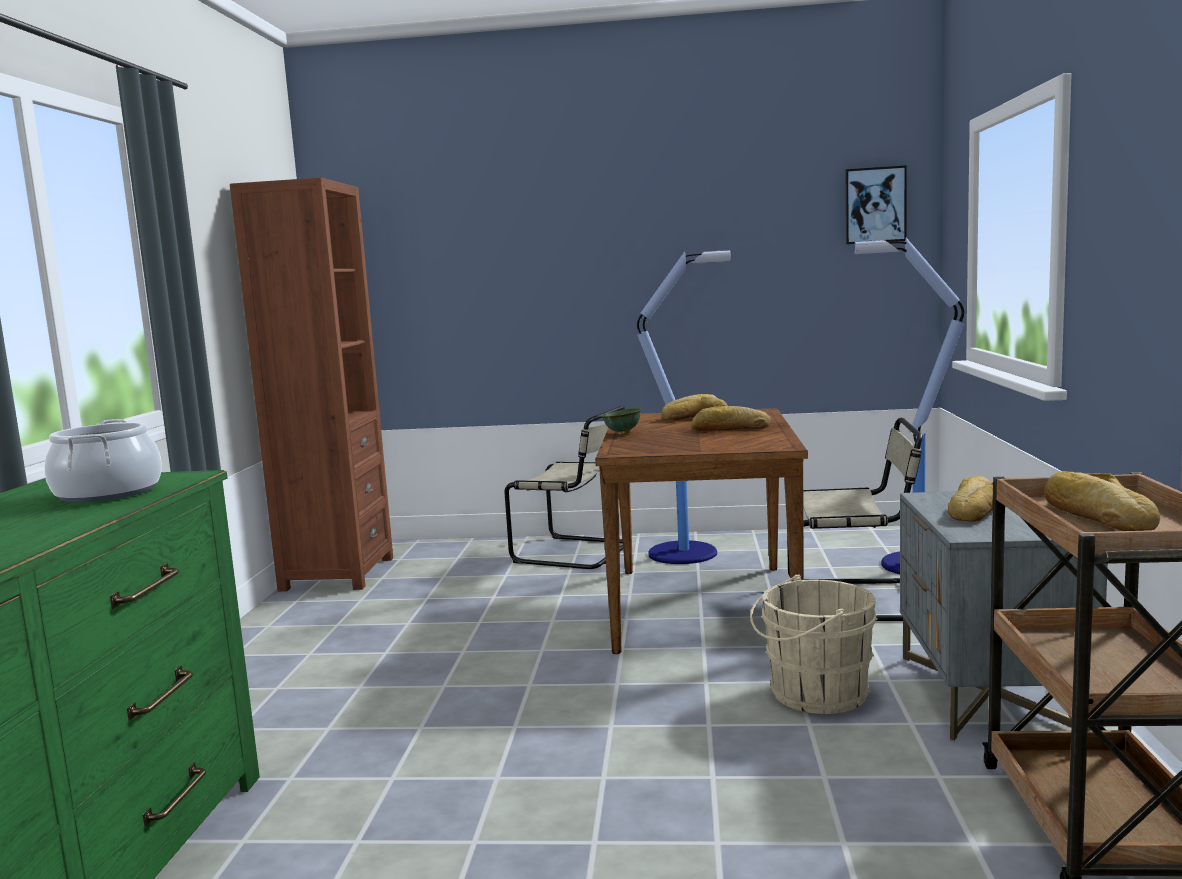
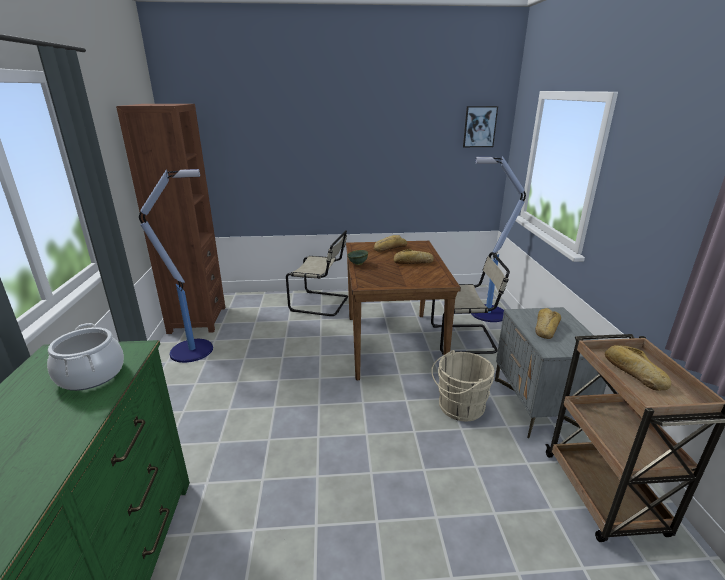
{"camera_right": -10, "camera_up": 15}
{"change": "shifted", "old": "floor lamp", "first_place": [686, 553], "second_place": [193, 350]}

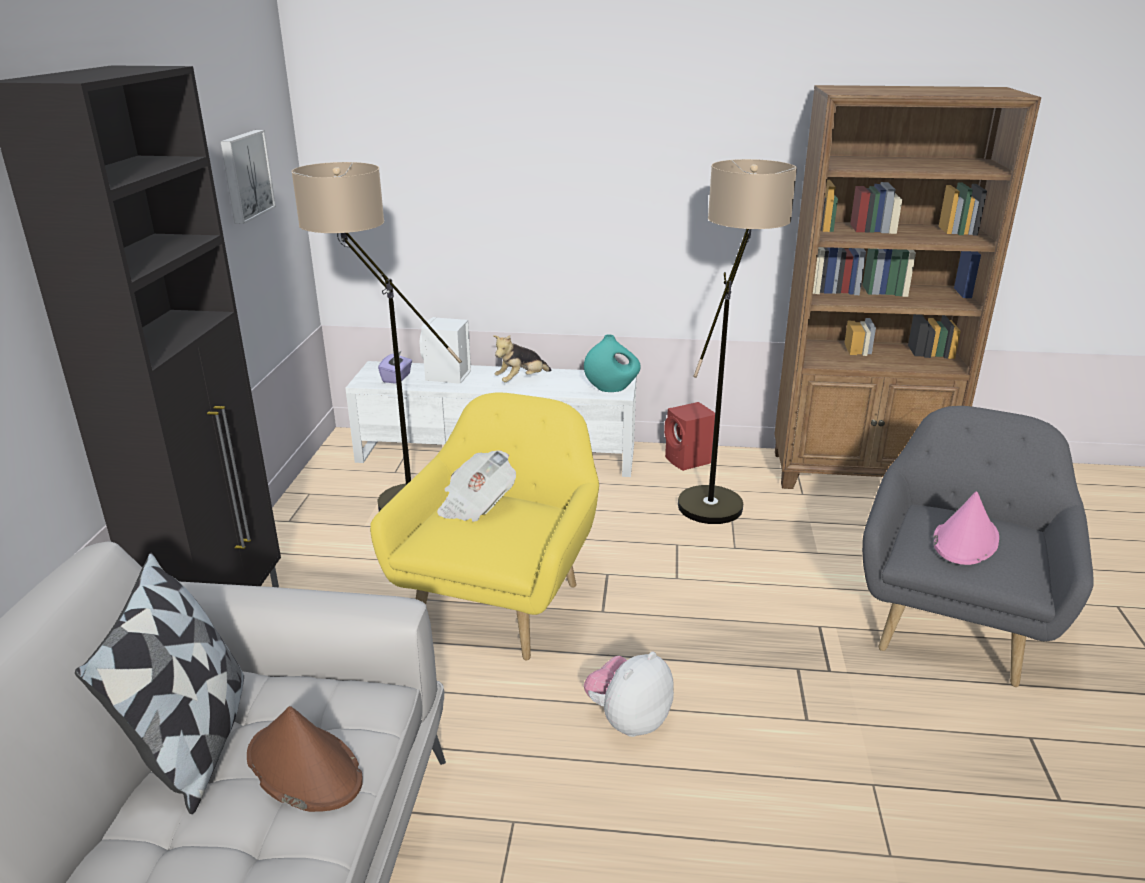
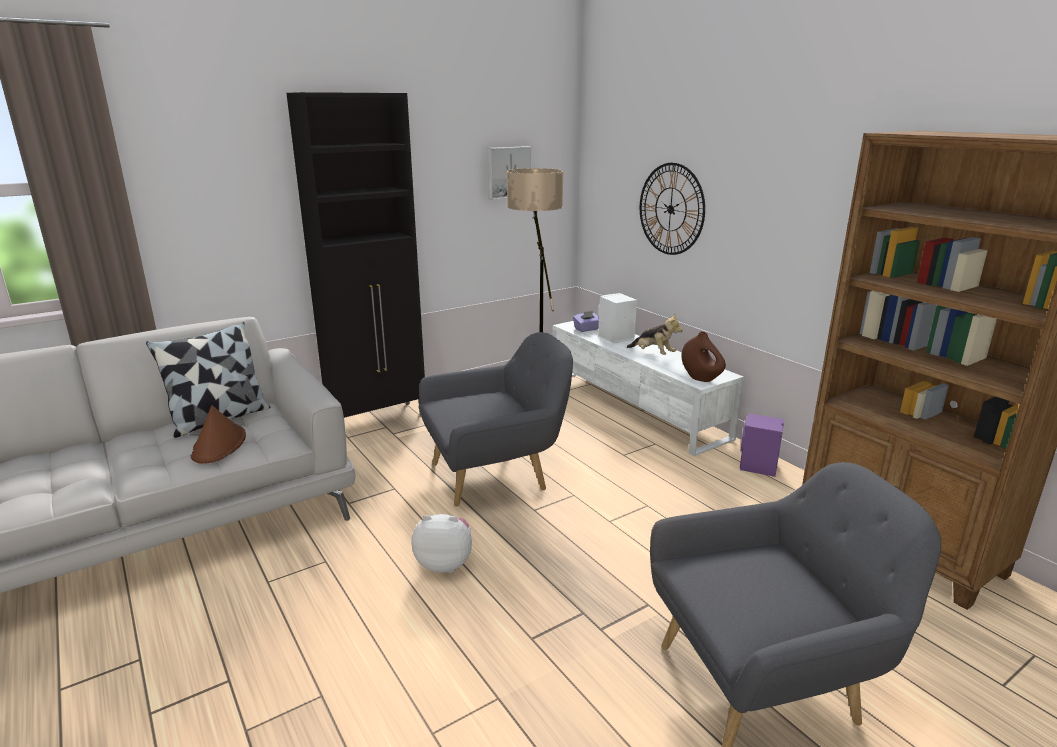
{"camera_right": 50, "camera_up": -5}
{"change": "repainted", "old": "yellow armchair", "new": "grey armchair", "first_place": [500, 601], "second_place": [495, 474]}
{"change": "gone", "old": "newspaper", "first_place": [476, 505]}
{"change": "rotated", "old": "plush toy", "first_place": [521, 380], "second_place": [653, 354], "degrees": -150}
{"change": "repainted", "old": "turquoise vase", "new": "brown vase", "first_place": [611, 389], "second_place": [701, 378]}
{"change": "repainted", "old": "red speaker", "new": "purple speaker", "first_place": [689, 461], "second_place": [758, 467]}
{"change": "gone", "old": "floor lamp", "first_place": [718, 495]}
{"change": "gone", "old": "pink hat", "first_place": [965, 540]}
{"change": "new", "new": "wall clock", "second_place": [671, 209]}

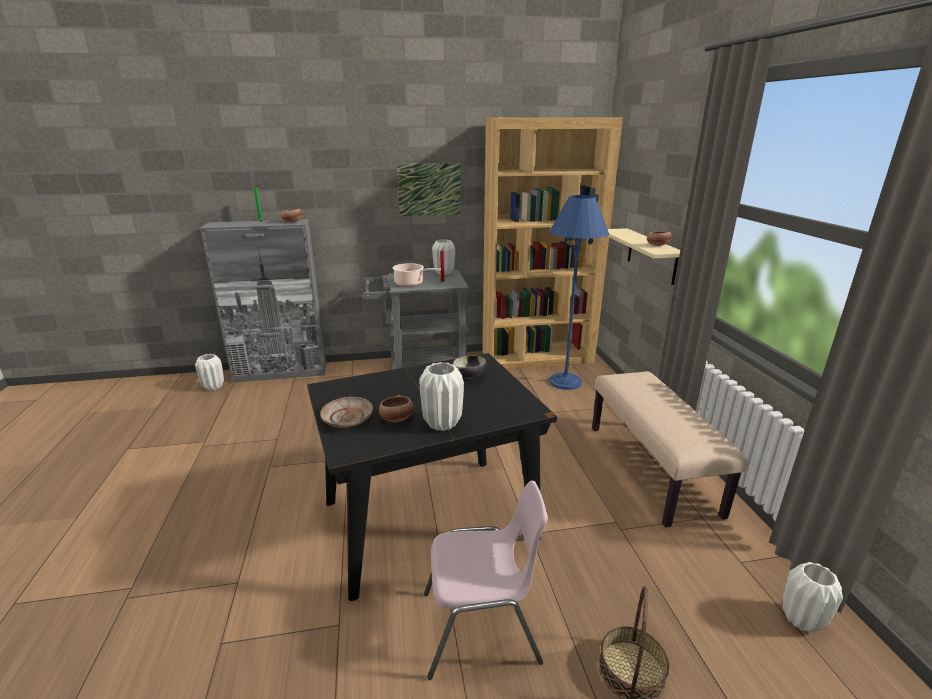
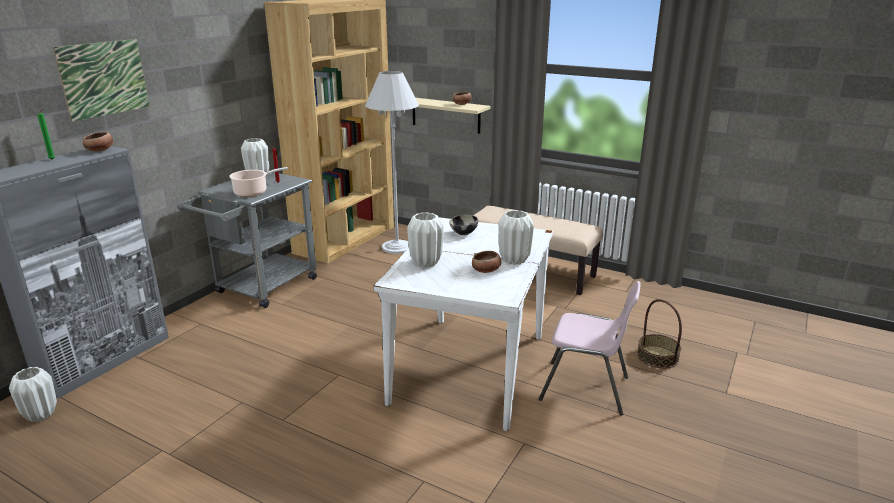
{"camera_right": -50, "camera_up": 0}
{"change": "repainted", "old": "black dining table", "new": "white dining table", "first_place": [430, 519], "second_place": [469, 367]}
{"change": "gone", "old": "beige plate", "first_place": [348, 418]}
{"change": "shifted", "old": "picture", "first_place": [429, 189], "second_place": [104, 78]}
{"change": "rotated", "old": "pink chair", "first_place": [482, 628], "second_place": [586, 388], "degrees": 75}
{"change": "repainted", "old": "blue floor lamp", "new": "white floor lamp", "first_place": [565, 381], "second_place": [397, 247]}
{"change": "shifted", "old": "white vase", "first_place": [801, 620], "second_place": [425, 263]}

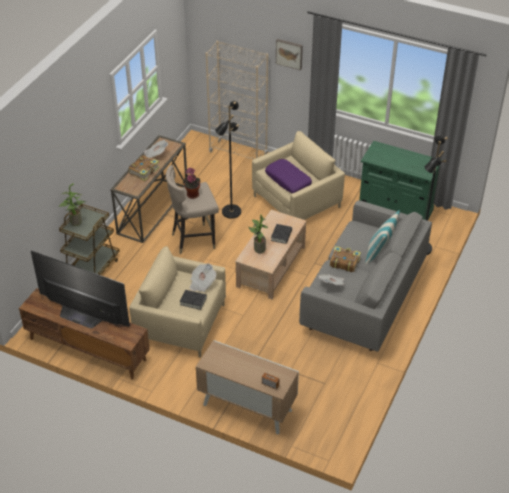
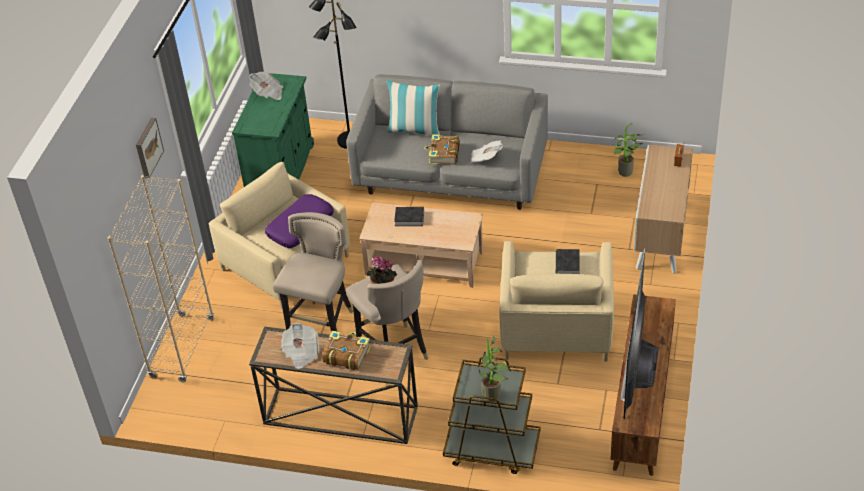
{"camera_right": -100, "camera_up": 0}
{"change": "shifted", "old": "newspaper", "first_place": [202, 283], "second_place": [268, 93]}
{"change": "swapped", "old": "black floor lamp", "new": "beige stool", "first_place": [231, 211], "second_place": [322, 326]}
{"change": "shifted", "old": "potted plant", "first_place": [258, 249], "second_place": [625, 173]}

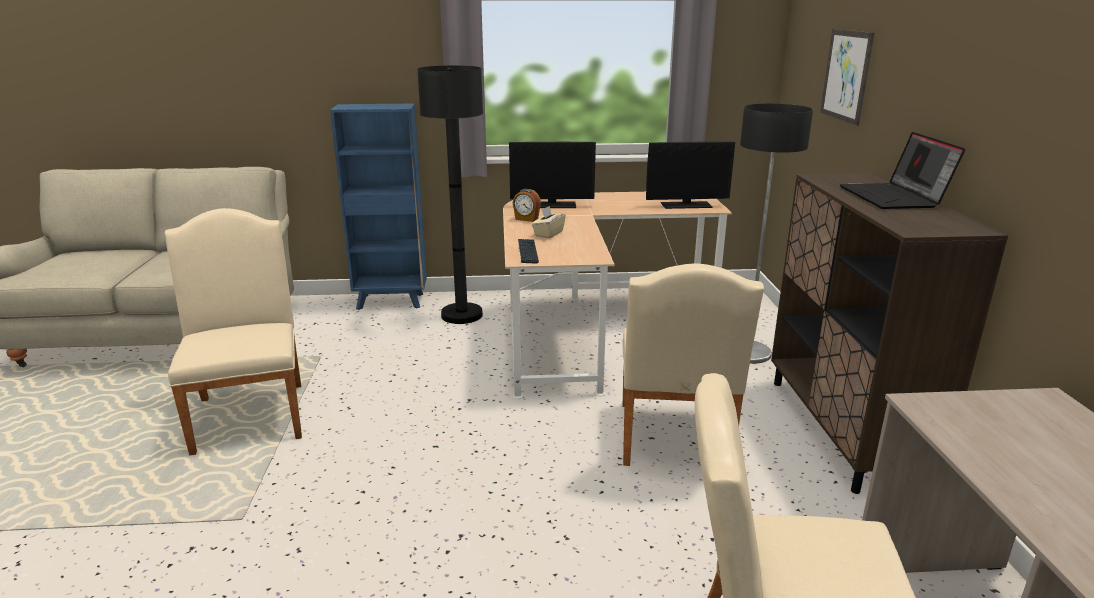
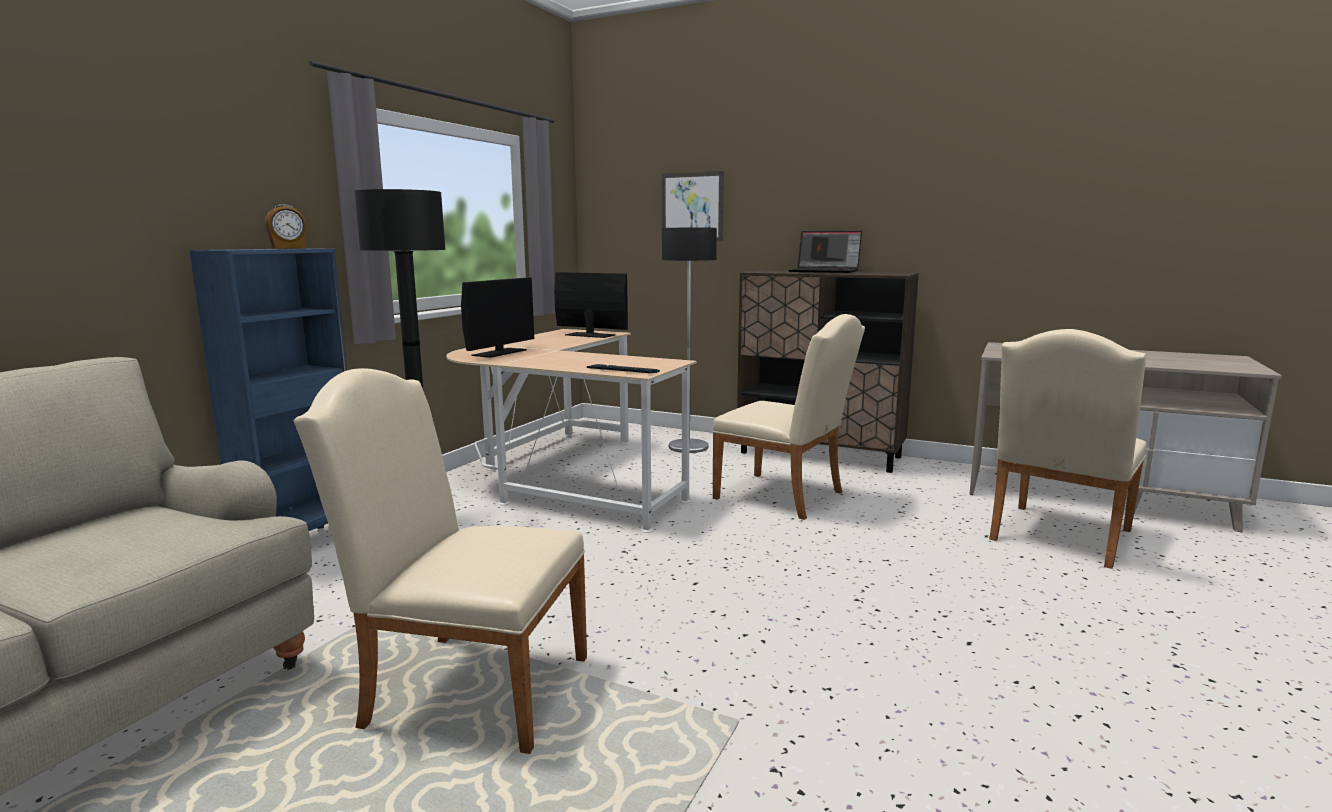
{"camera_right": -60, "camera_up": -10}
{"change": "shifted", "old": "alarm clock", "first_place": [526, 219], "second_place": [288, 248]}
{"change": "gone", "old": "beige tissue box", "first_place": [548, 234]}
{"change": "rotated", "old": "monitor", "first_place": [686, 205], "second_place": [590, 335], "degrees": -90}

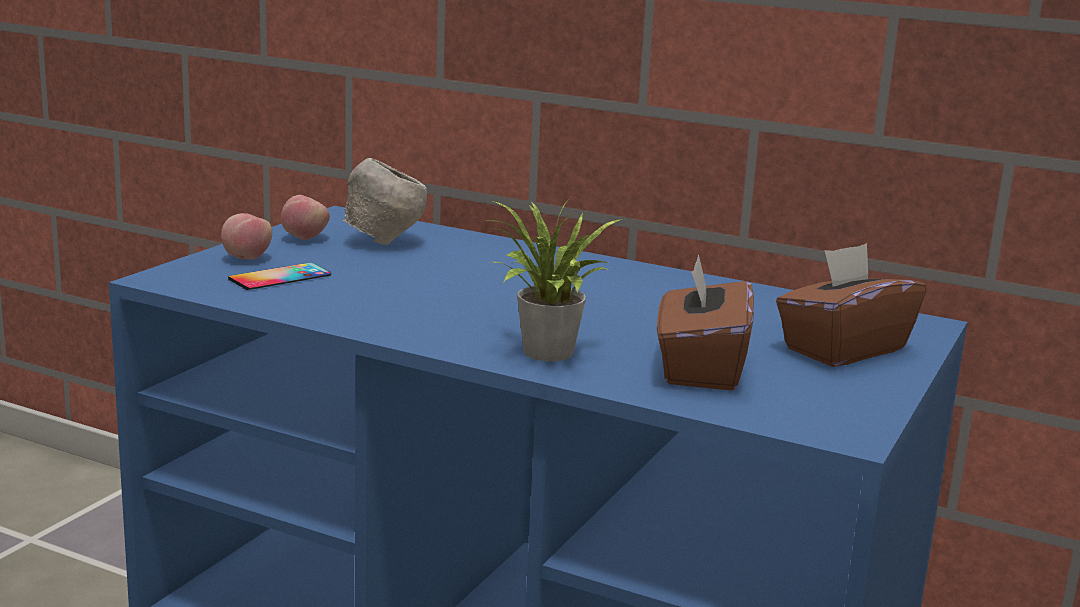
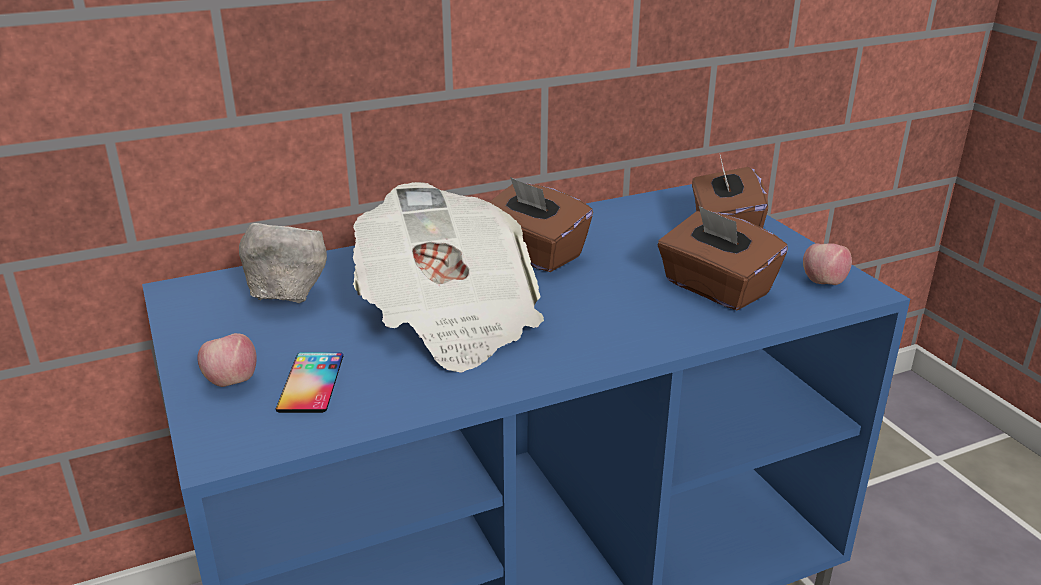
{"camera_right": -50, "camera_up": 10}
{"change": "shifted", "old": "apple", "first_place": [305, 238], "second_place": [823, 283]}
{"change": "gone", "old": "potted plant", "first_place": [544, 354]}
{"change": "new", "new": "newspaper", "second_place": [450, 319]}
{"change": "new", "new": "brown tissue box", "second_place": [532, 254]}

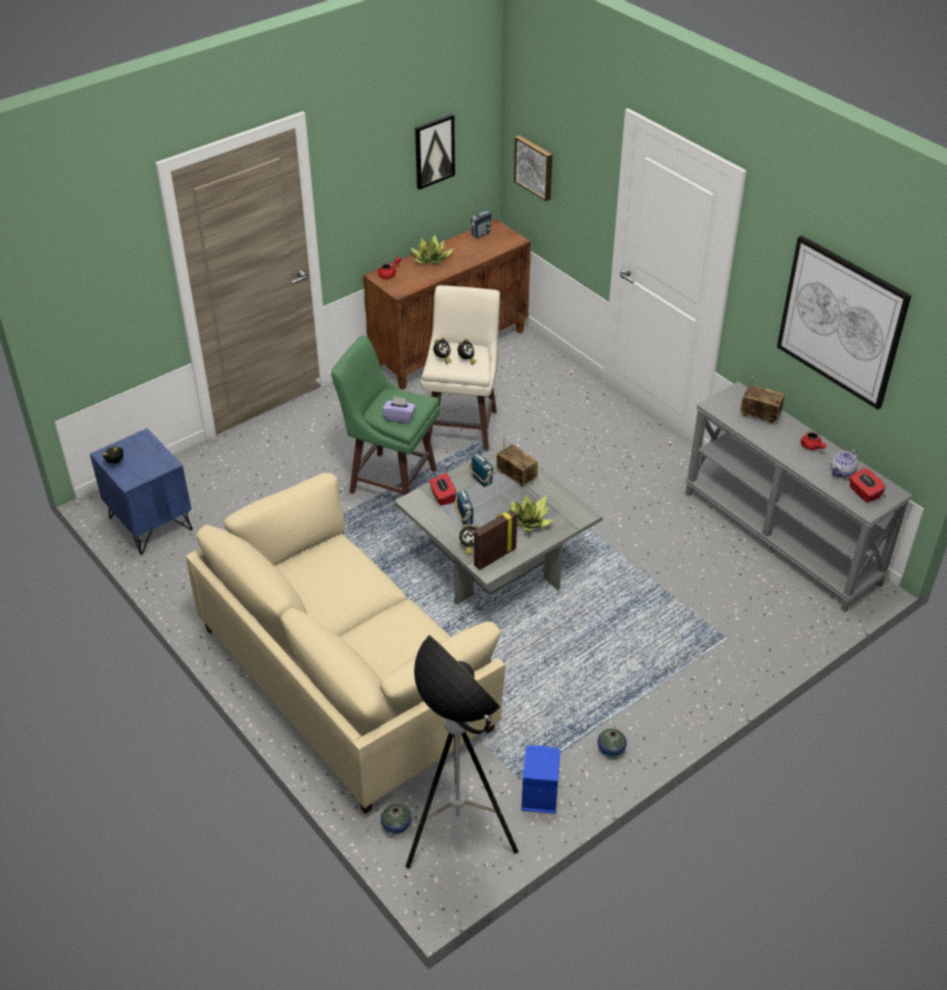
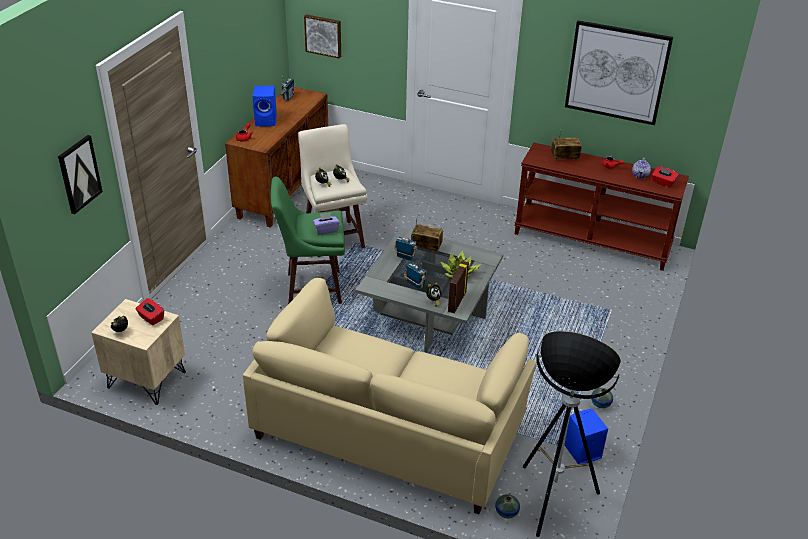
{"camera_right": -30, "camera_up": -5}
{"change": "repainted", "old": "blue nightstand", "new": "beige nightstand", "first_place": [150, 524], "second_place": [146, 380]}
{"change": "swapped", "old": "potted plant", "new": "blue speaker", "first_place": [431, 259], "second_place": [267, 121]}
{"change": "shifted", "old": "picture", "first_place": [434, 151], "second_place": [79, 174]}
{"change": "shifted", "old": "red tissue box", "first_place": [442, 496], "second_place": [151, 318]}
{"change": "repainted", "old": "grey console table", "new": "brown console table", "first_place": [782, 537], "second_place": [592, 240]}

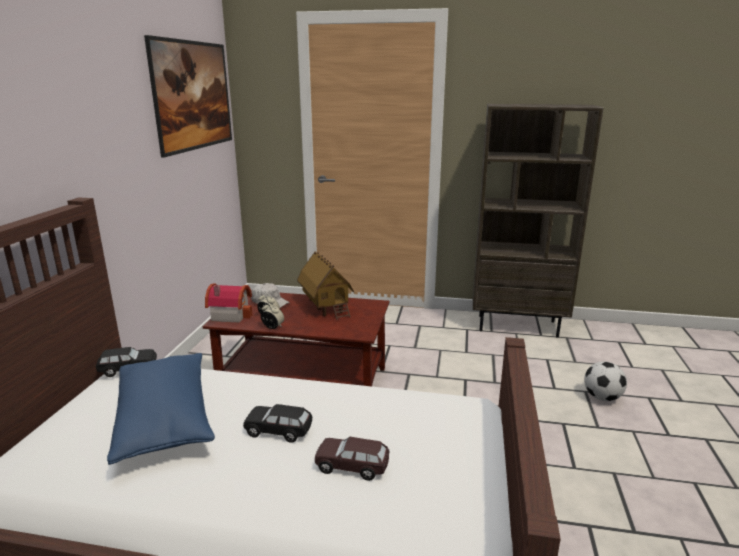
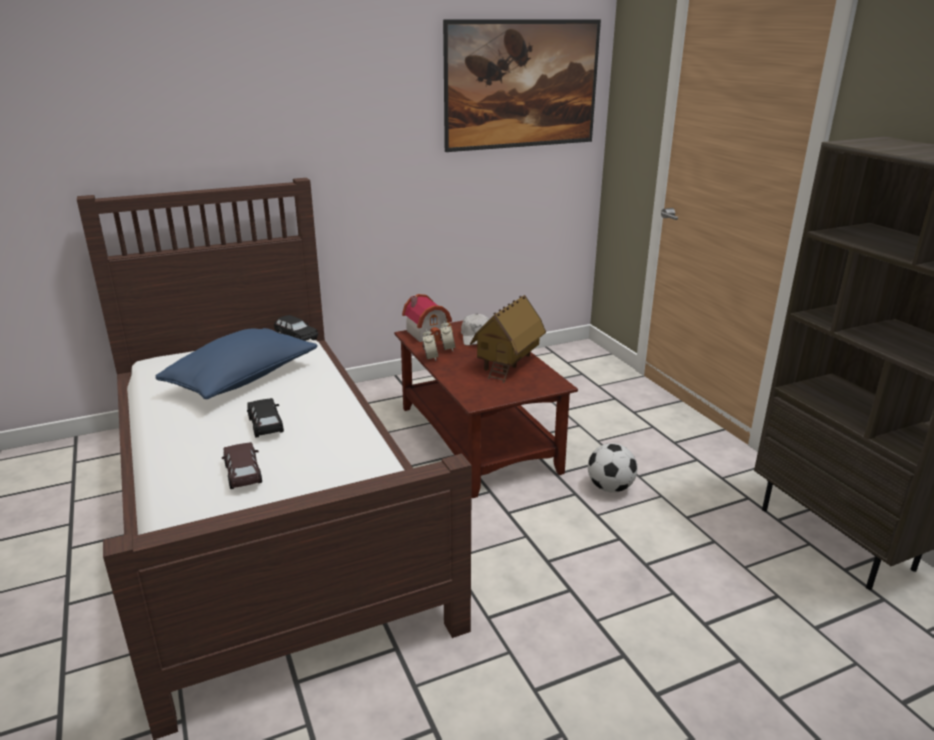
{"camera_right": 55, "camera_up": 5}
{"change": "shifted", "old": "football", "first_place": [602, 397], "second_place": [610, 487]}

